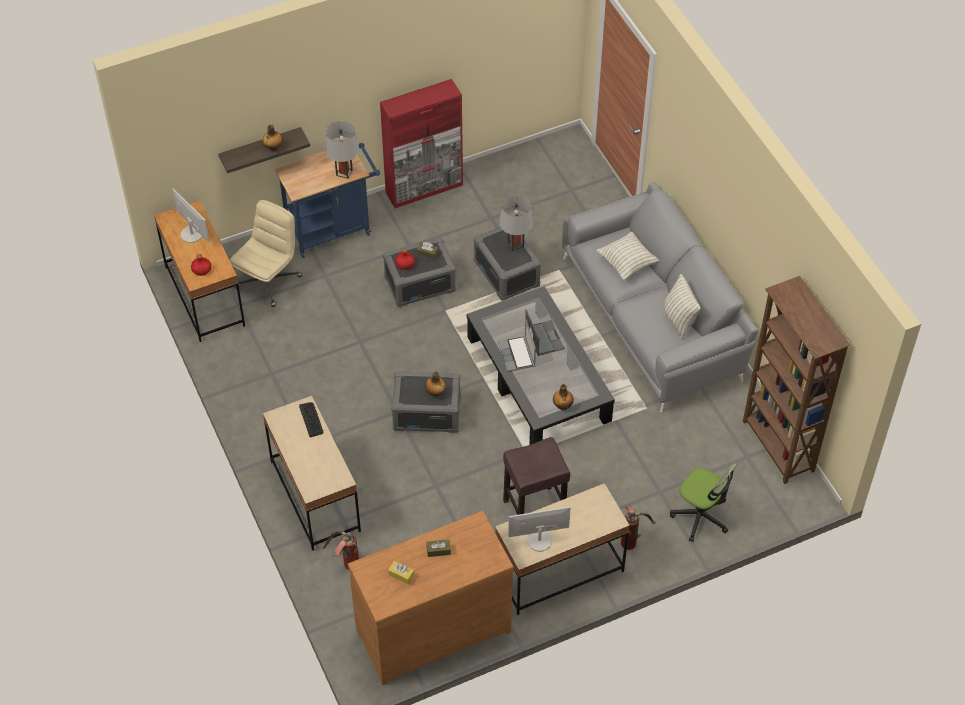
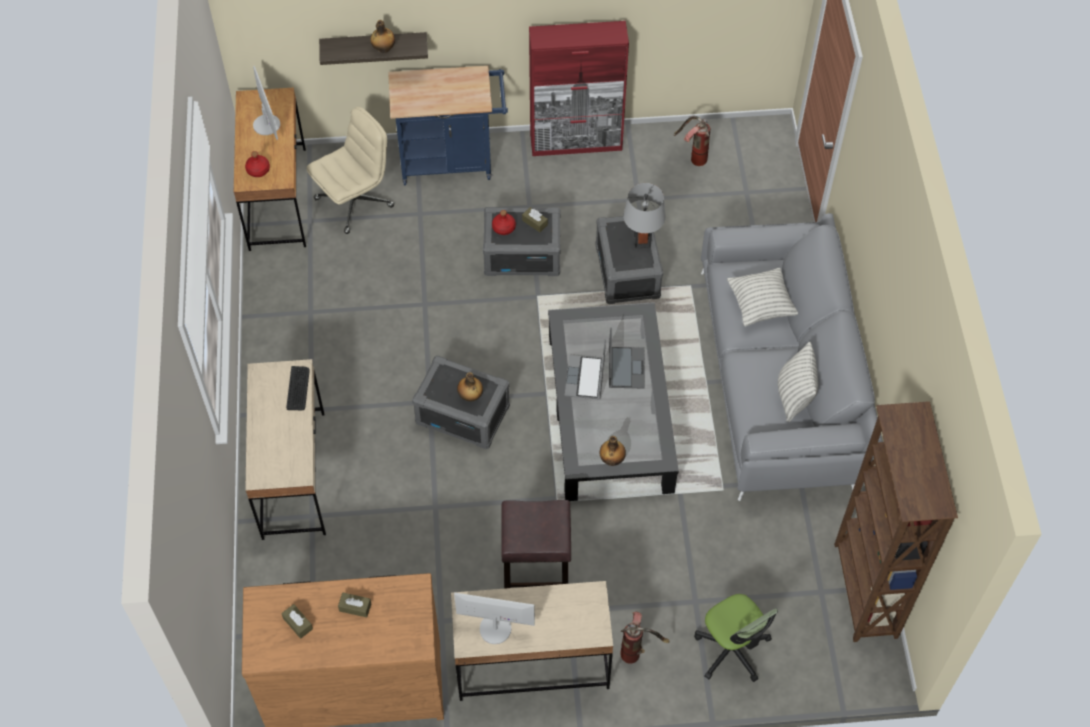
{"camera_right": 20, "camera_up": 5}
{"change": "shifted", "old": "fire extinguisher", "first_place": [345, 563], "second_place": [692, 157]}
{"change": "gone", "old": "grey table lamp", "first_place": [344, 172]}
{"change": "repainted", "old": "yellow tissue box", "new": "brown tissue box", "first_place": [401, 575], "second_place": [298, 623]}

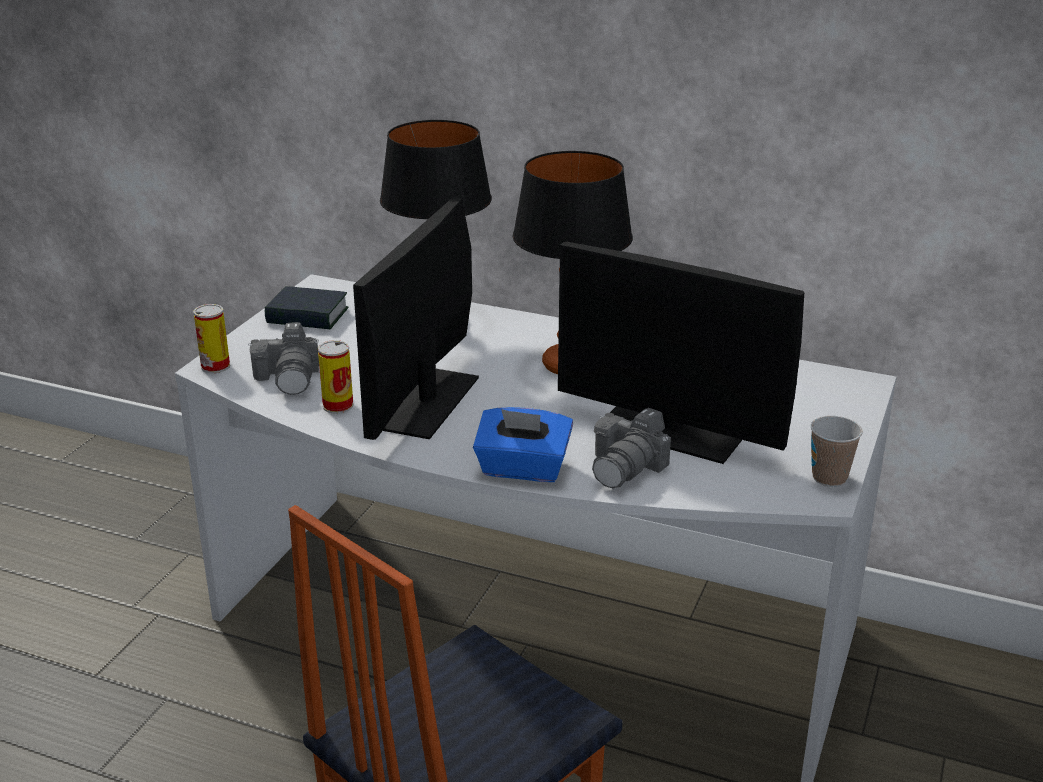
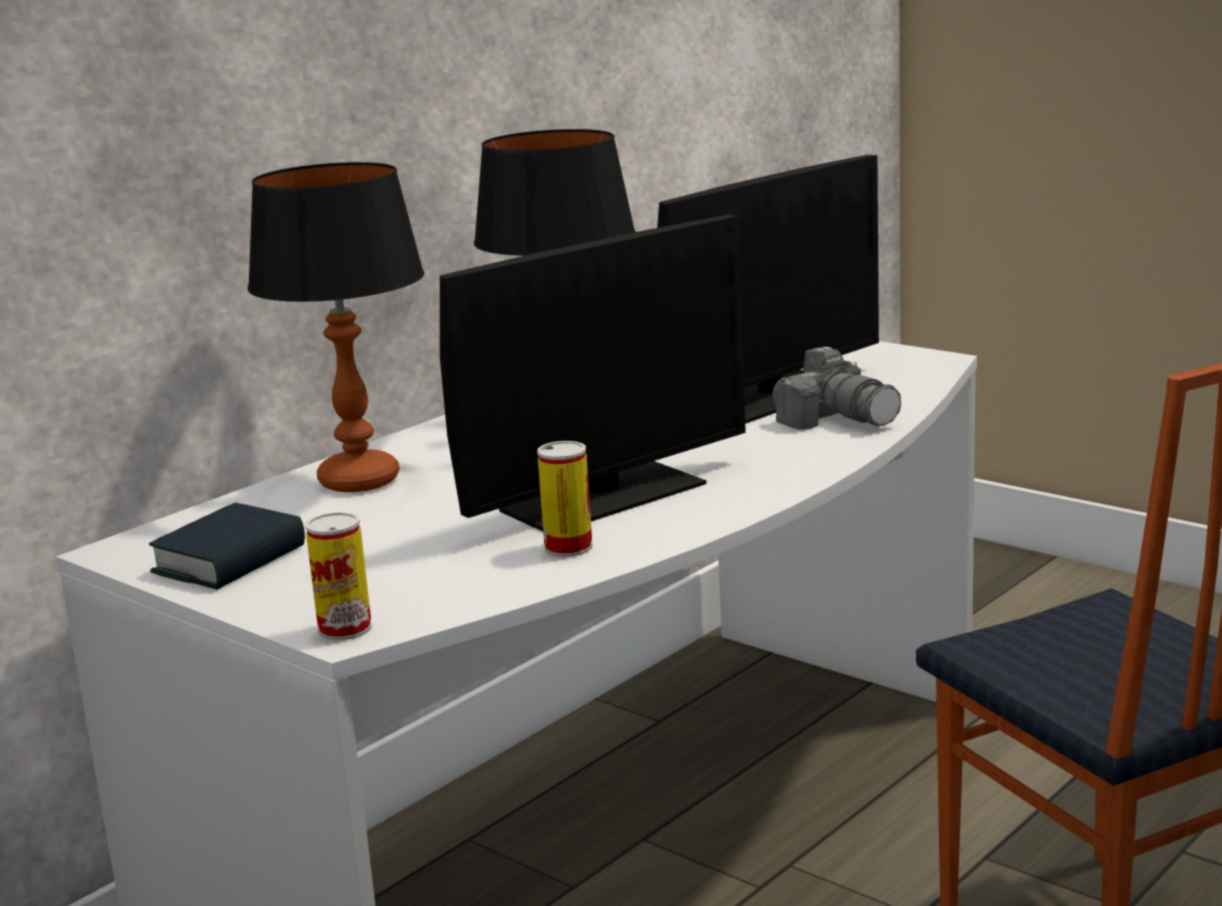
{"camera_right": -70, "camera_up": -10}
{"change": "gone", "old": "photo camera", "first_place": [290, 377]}
{"change": "rotated", "old": "monitor", "first_place": [427, 402], "second_place": [604, 497], "degrees": -75}
{"change": "gone", "old": "blue tissue box", "first_place": [522, 469]}
{"change": "gone", "old": "cup", "first_place": [829, 478]}

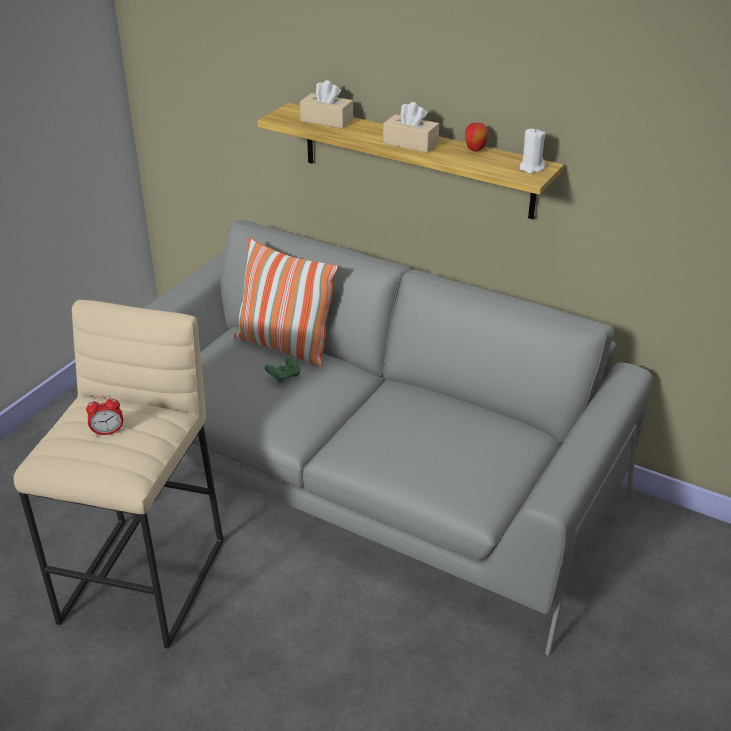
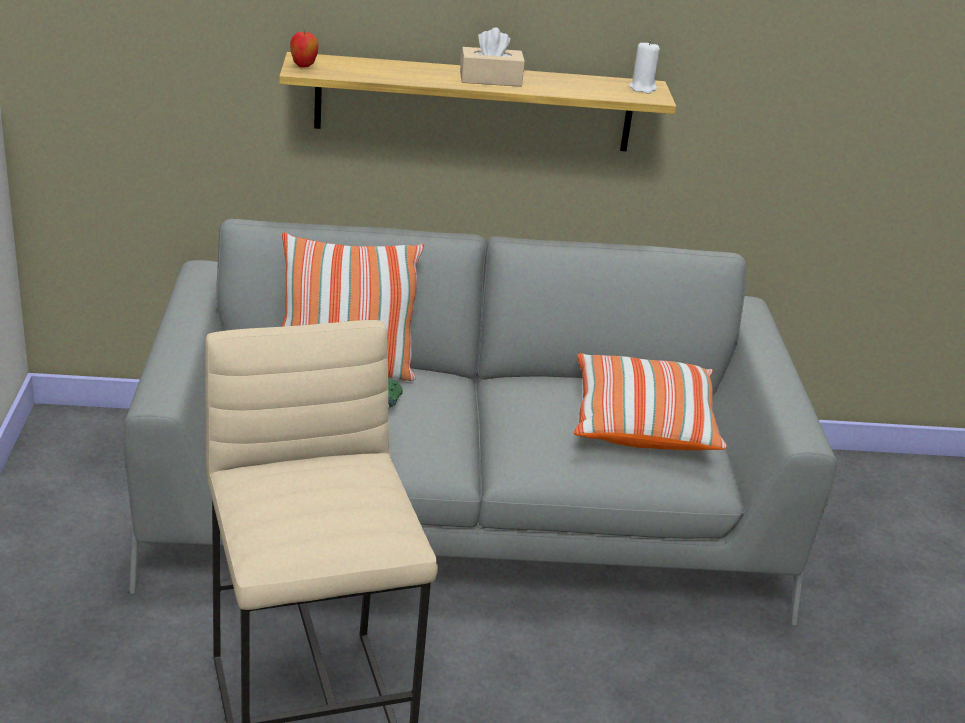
{"camera_right": -35, "camera_up": -5}
{"change": "gone", "old": "alarm clock", "first_place": [108, 432]}
{"change": "gone", "old": "beige tissue box", "first_place": [326, 120]}
{"change": "shifted", "old": "apple", "first_place": [475, 150], "second_place": [303, 66]}
{"change": "new", "new": "pillow", "second_place": [642, 423]}

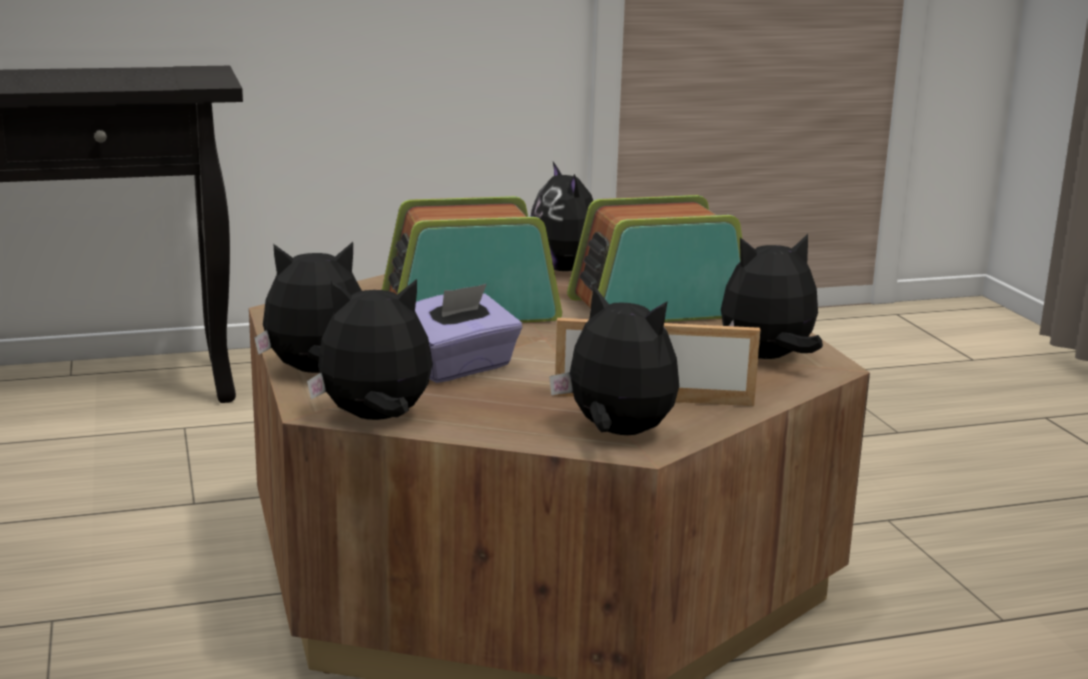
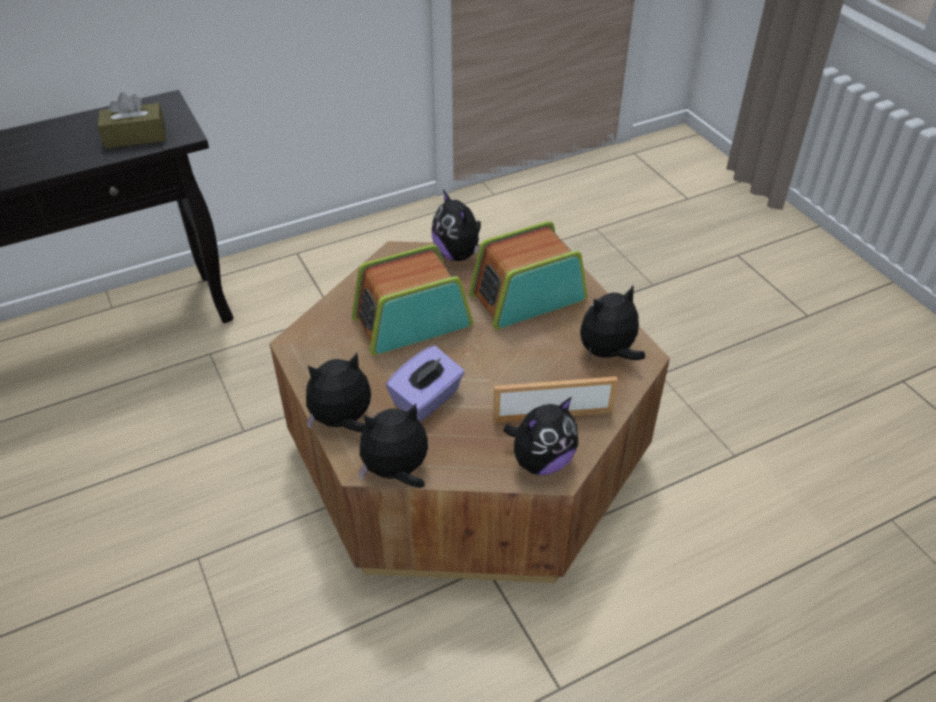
{"camera_right": -10, "camera_up": 25}
{"change": "rotated", "old": "plush toy", "first_place": [616, 433], "second_place": [541, 461], "degrees": 120}
{"change": "new", "new": "brown tissue box", "second_place": [135, 137]}

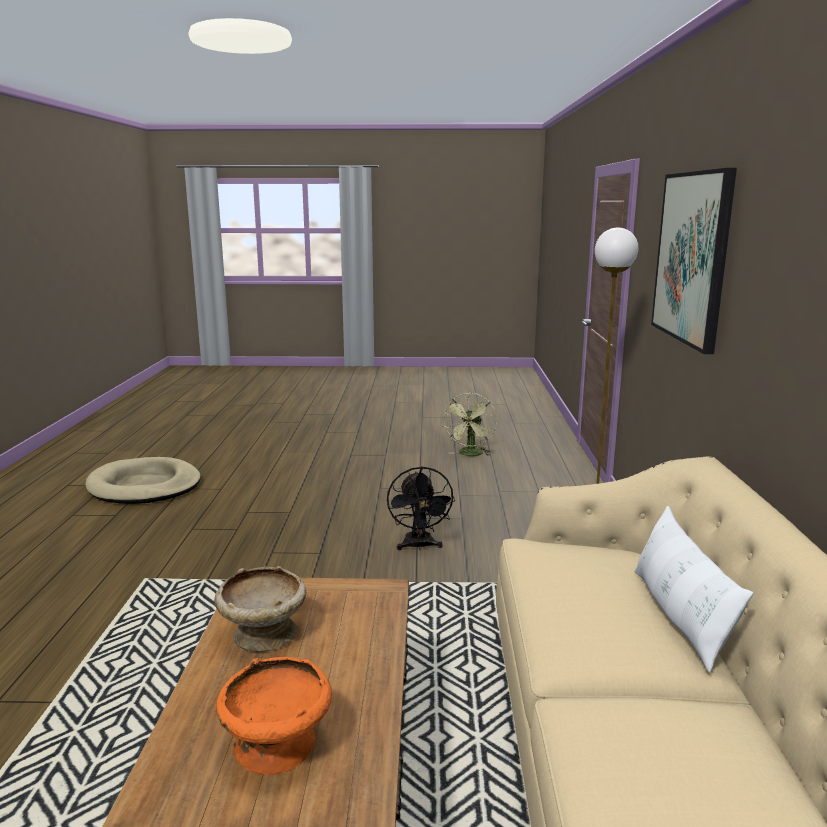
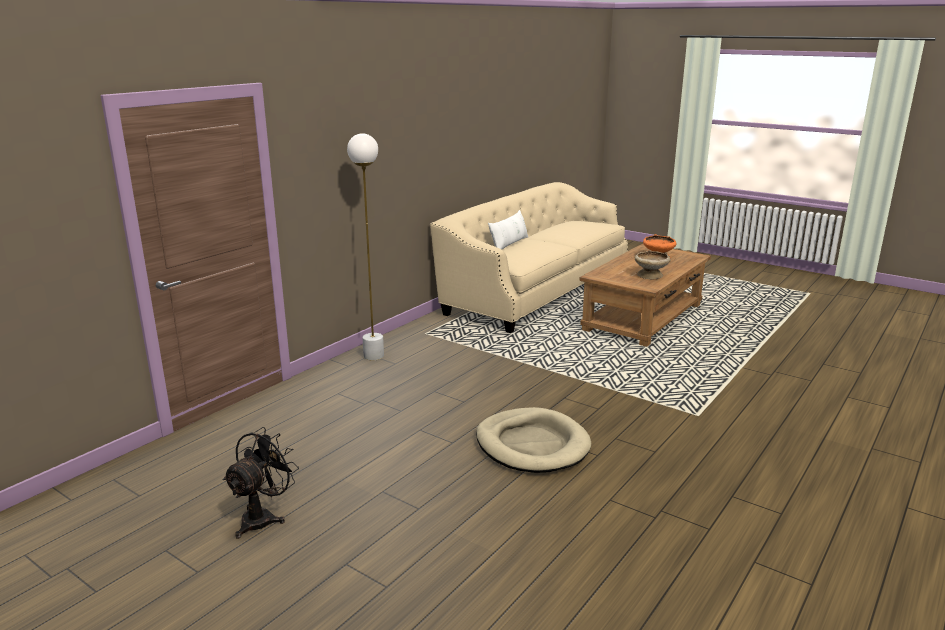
{"camera_right": -145, "camera_up": 5}
{"change": "shifted", "old": "beige dog bed", "first_place": [144, 486], "second_place": [532, 445]}
{"change": "shifted", "old": "black fan", "first_place": [419, 546], "second_place": [263, 517]}
{"change": "gone", "old": "green fan", "first_place": [470, 454]}
{"change": "gone", "old": "picture", "first_place": [692, 257]}

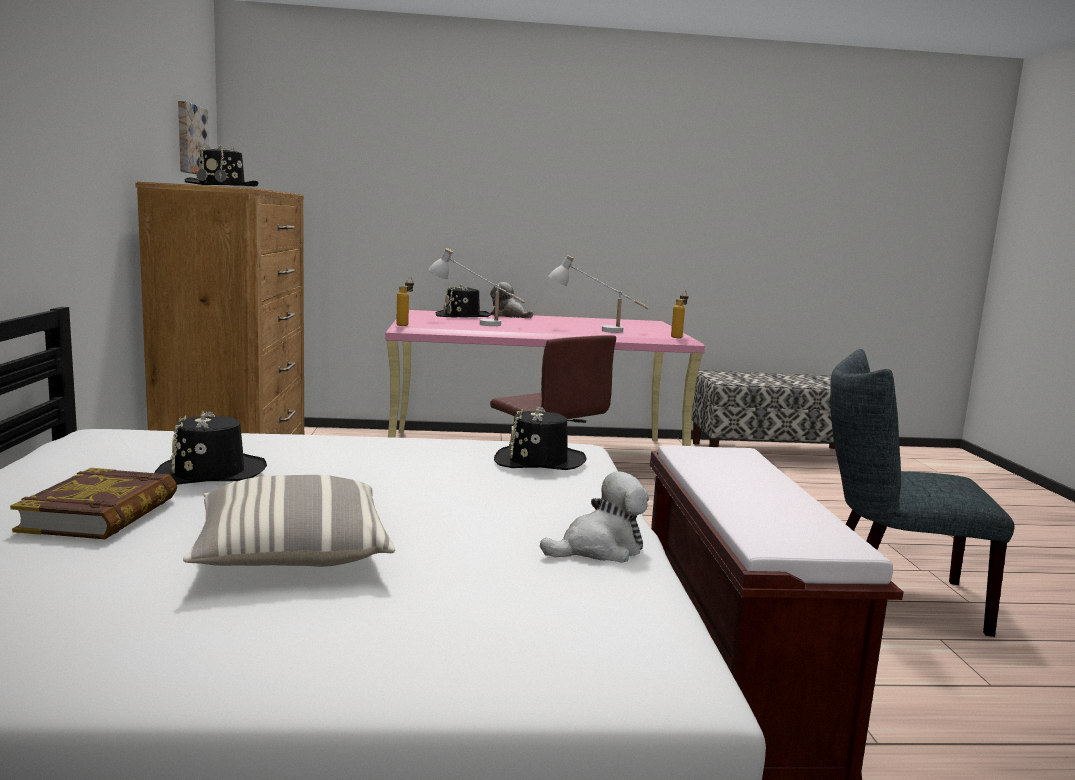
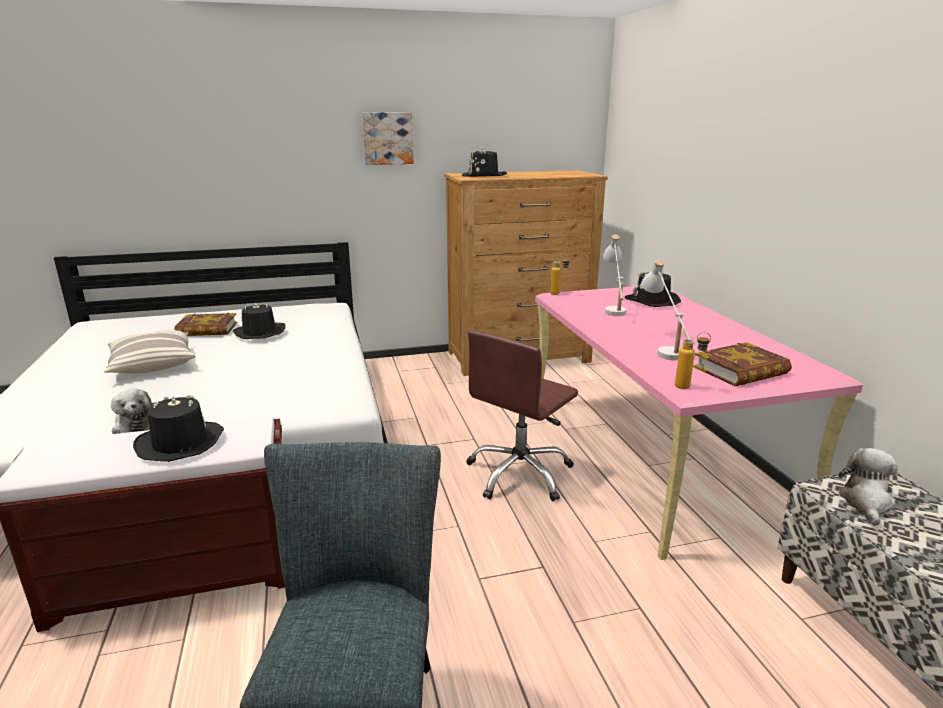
{"camera_right": 80, "camera_up": 10}
{"change": "shifted", "old": "picture", "first_place": [190, 139], "second_place": [387, 138]}
{"change": "shifted", "old": "plush toy", "first_place": [509, 316], "second_place": [866, 503]}
{"change": "shifted", "old": "black hat", "first_place": [539, 461], "second_place": [180, 443]}
{"change": "new", "new": "book", "second_place": [741, 371]}

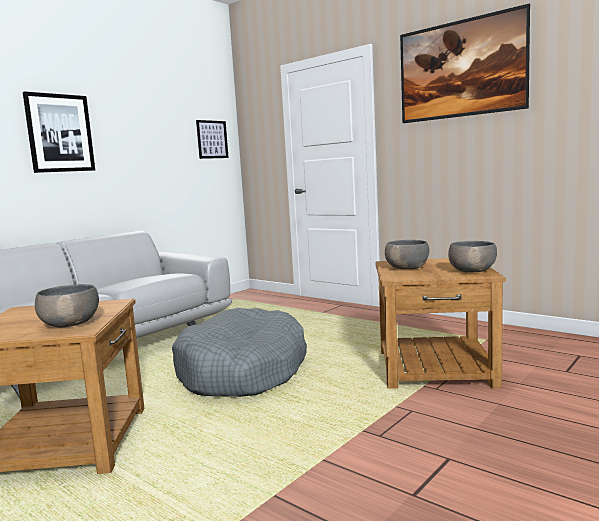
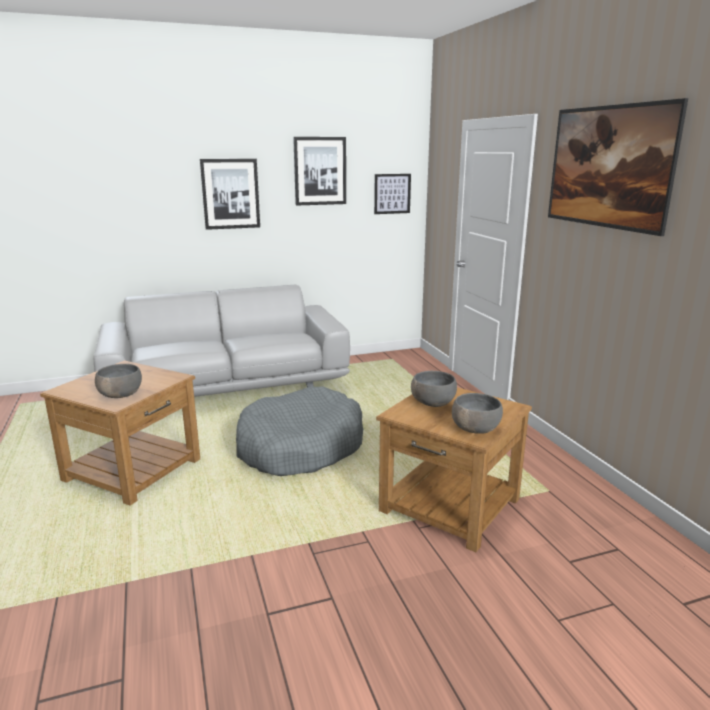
{"camera_right": 30, "camera_up": 10}
{"change": "new", "new": "picture", "second_place": [320, 171]}

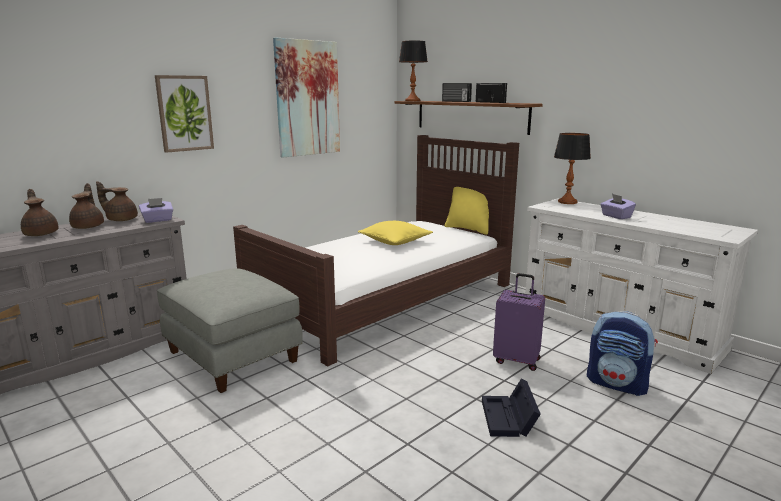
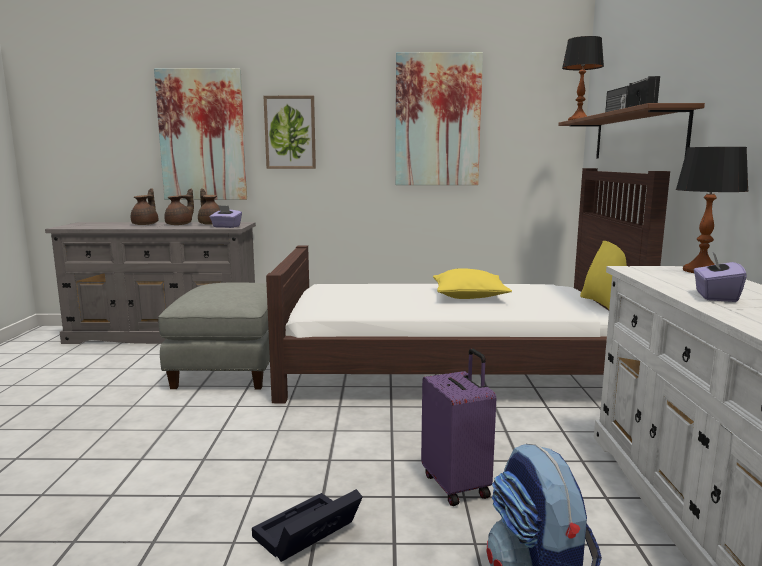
{"camera_right": 45, "camera_up": -5}
{"change": "new", "new": "picture", "second_place": [202, 135]}

